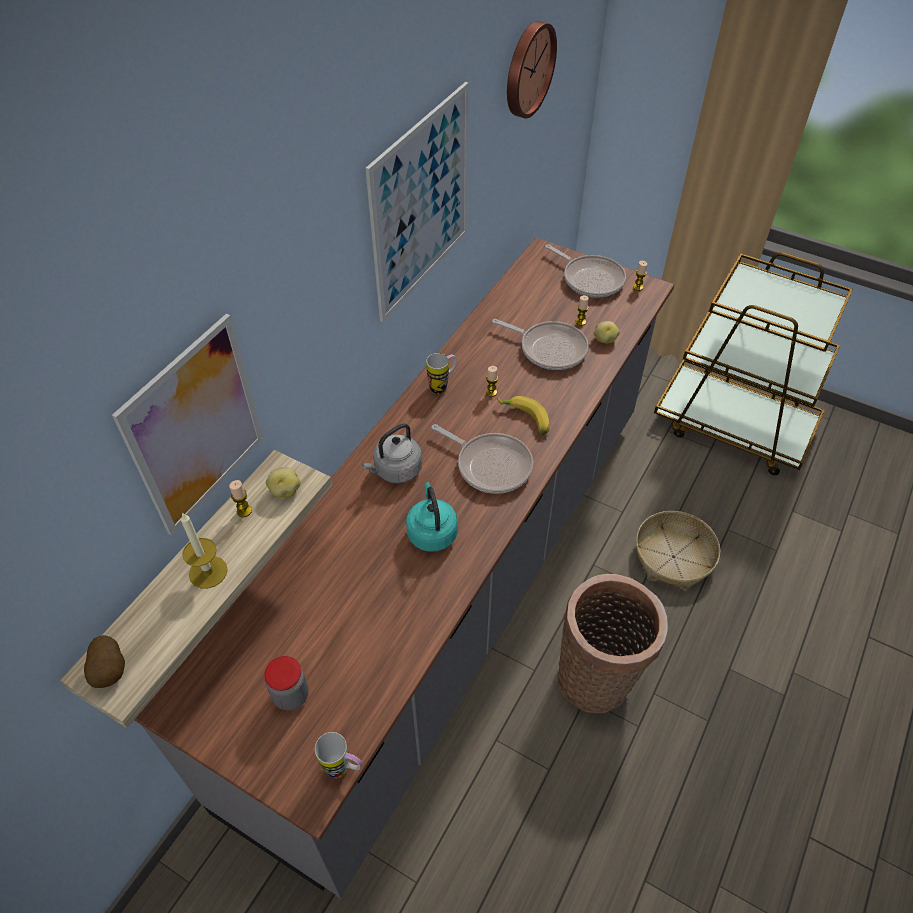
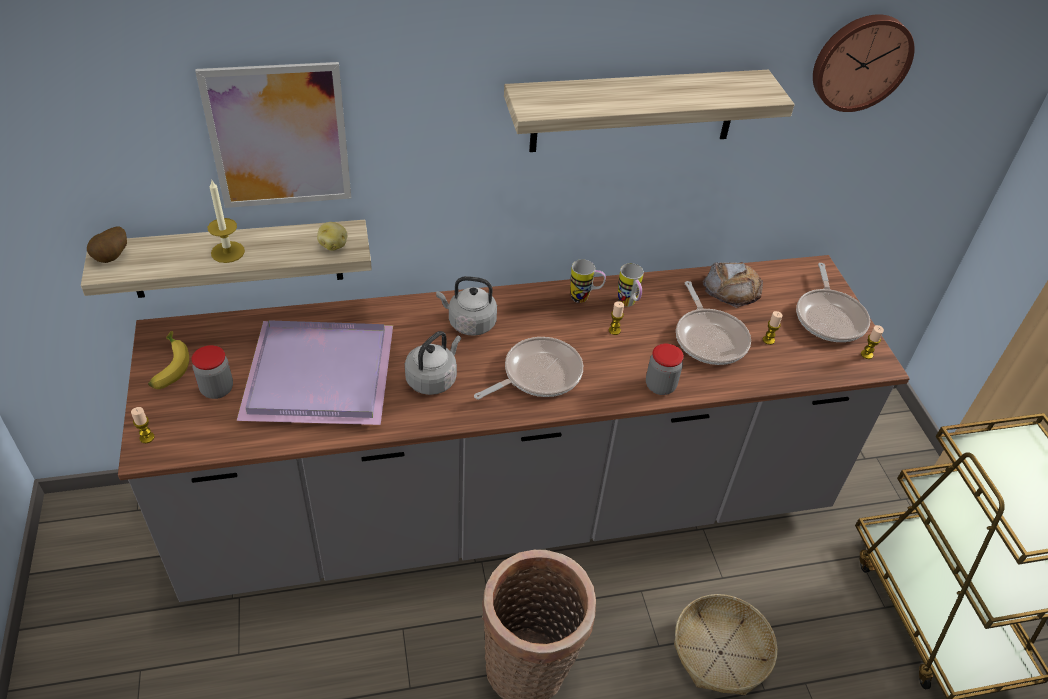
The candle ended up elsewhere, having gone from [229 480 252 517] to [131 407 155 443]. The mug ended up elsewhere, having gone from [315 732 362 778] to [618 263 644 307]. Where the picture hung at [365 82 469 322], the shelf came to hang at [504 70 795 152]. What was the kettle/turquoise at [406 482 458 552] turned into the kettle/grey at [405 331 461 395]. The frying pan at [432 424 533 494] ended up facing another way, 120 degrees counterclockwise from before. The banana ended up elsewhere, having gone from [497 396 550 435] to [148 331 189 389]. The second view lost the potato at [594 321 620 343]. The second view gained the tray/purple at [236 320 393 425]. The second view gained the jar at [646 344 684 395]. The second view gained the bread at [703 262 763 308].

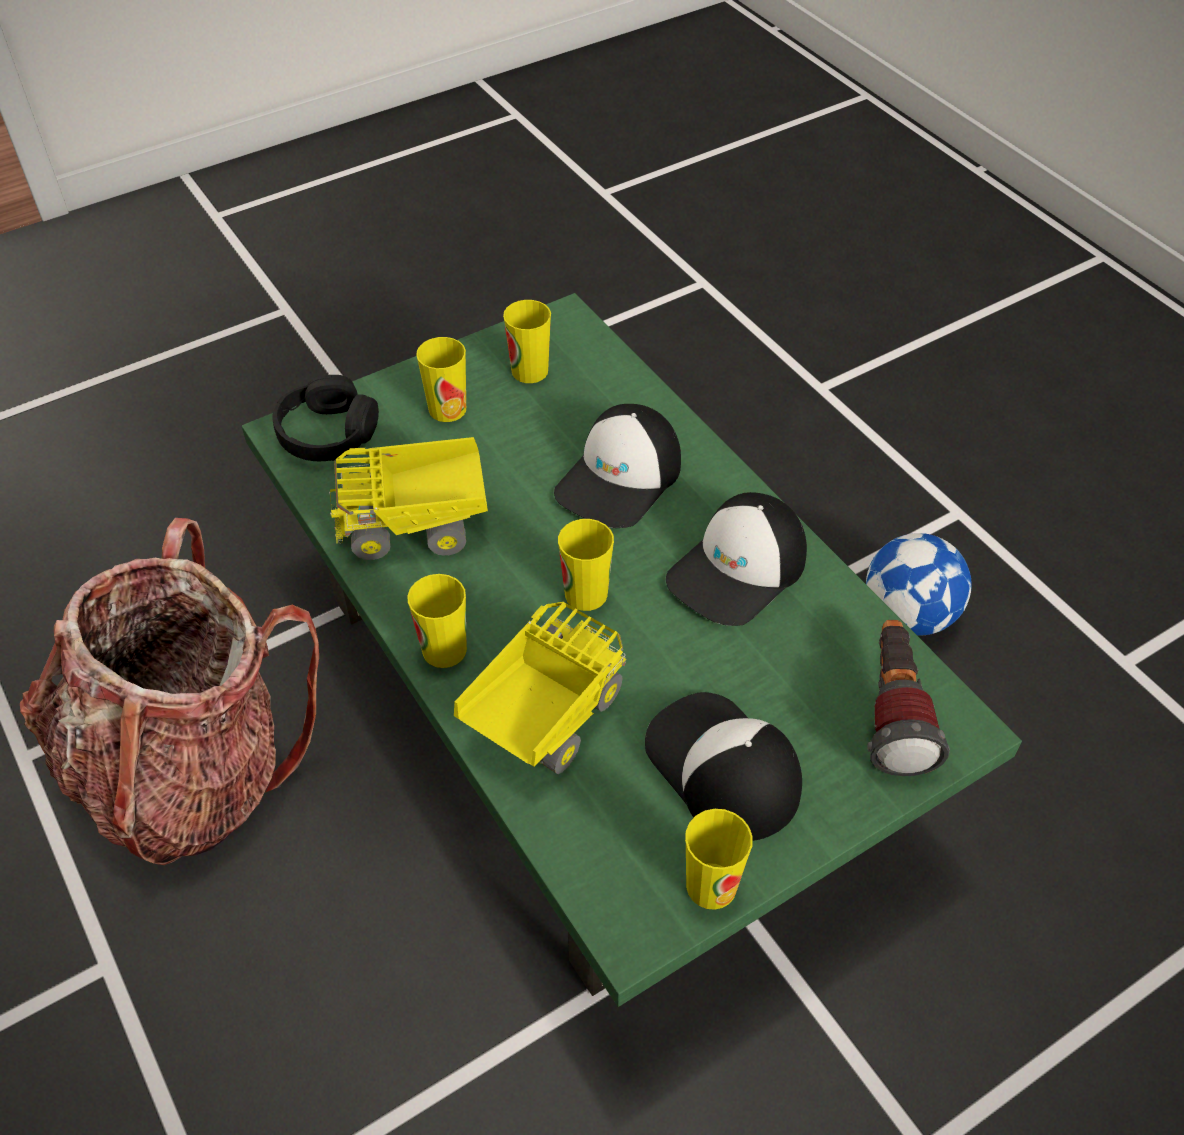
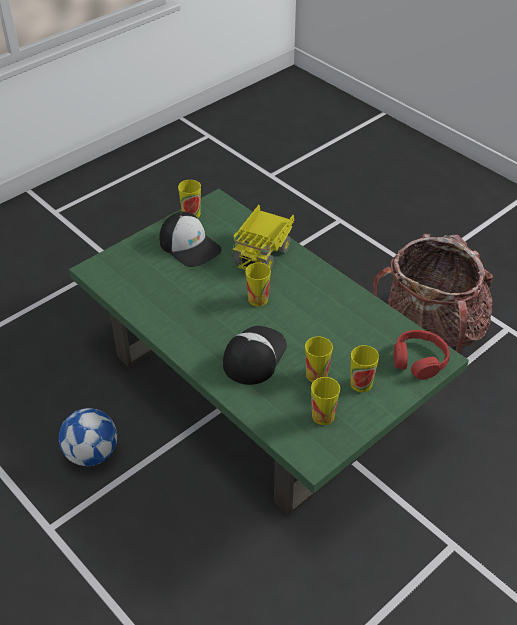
What was the headphones/black at [273 375 379 461] turned into the headphones/red at [394 330 450 380]. The second view lost the toy truck at [329 437 488 560]. The cup ended up elsewhere, having gone from [407 574 467 668] to [305 337 333 382]. The second view lost the cap at [666 492 807 626]. The second view lost the flashlight at [867 620 950 776].

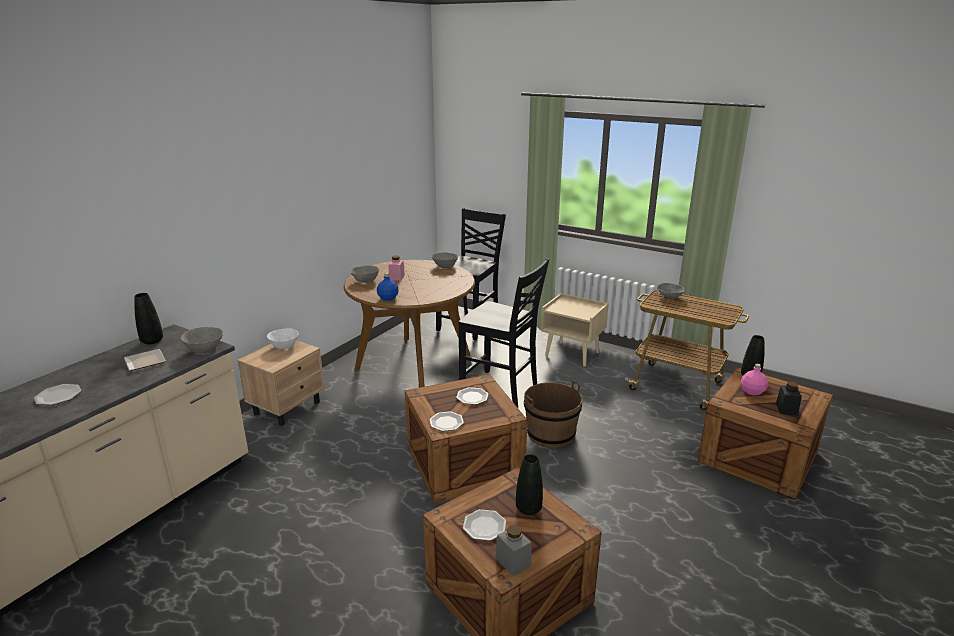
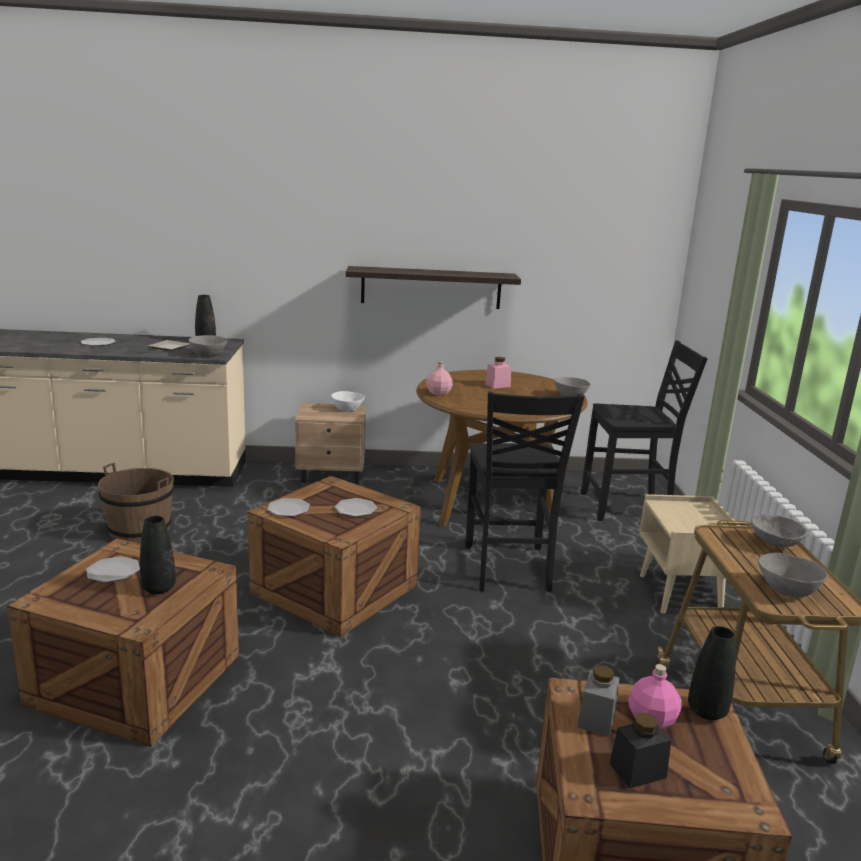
The bowl/grey ended up elsewhere, having gone from [351 266 379 283] to [758 553 828 598]. What was the bottle/blue at [377 273 399 301] turned into the bottle/pink at [426 361 453 396]. The jar/grey ended up elsewhere, having gone from [495 525 532 576] to [577 665 619 737]. The bucket/brown ended up elsewhere, having gone from [524 380 583 448] to [98 463 174 543]. The second view gained the shelf at [346 266 521 309].

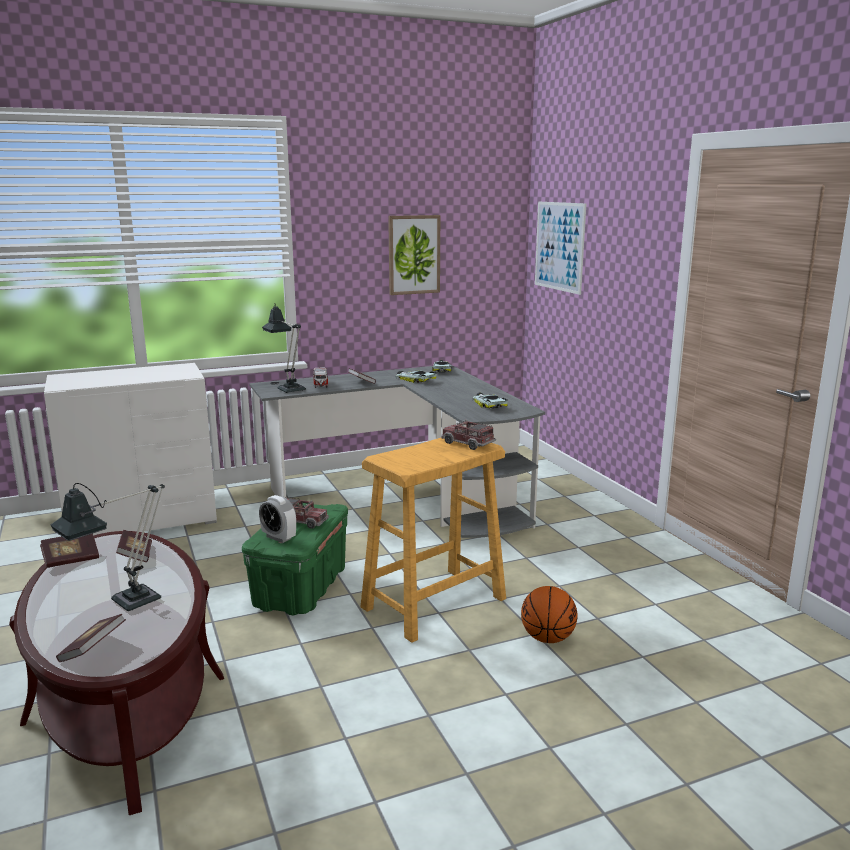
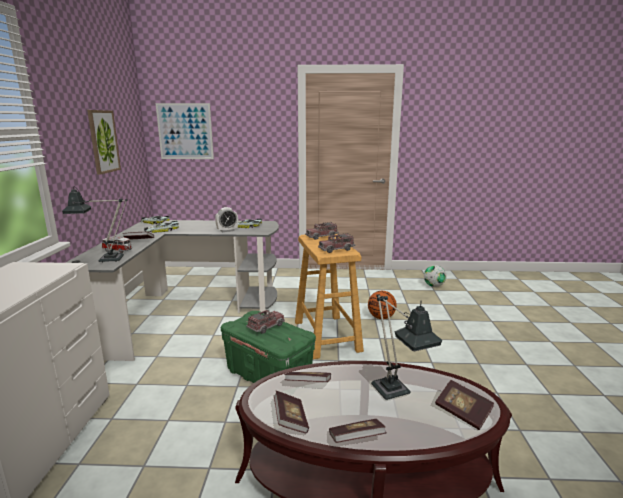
The alarm clock ended up elsewhere, having gone from [259 495 296 543] to [215 207 238 232]. The second view gained the toy truck at [318 233 355 253]. The second view gained the book at [329 419 387 443]. The second view gained the football at [424 265 447 287].

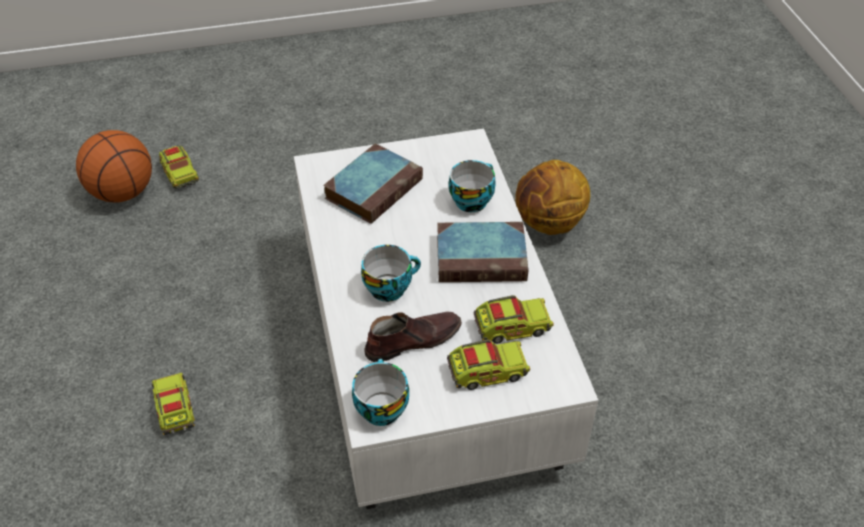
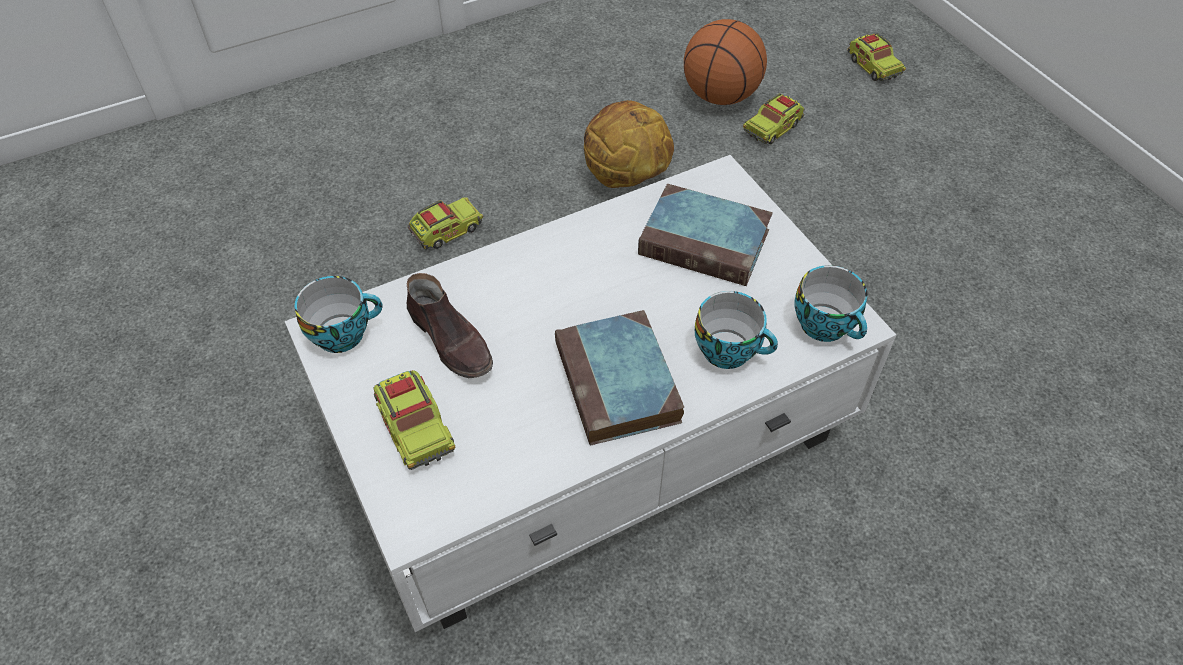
The cup ended up elsewhere, having gone from [361 245 421 302] to [794 265 867 342]. The toy truck ended up elsewhere, having gone from [474 295 554 344] to [847 33 906 81]. The basketball ended up elsewhere, having gone from [515 160 590 235] to [584 100 674 188].

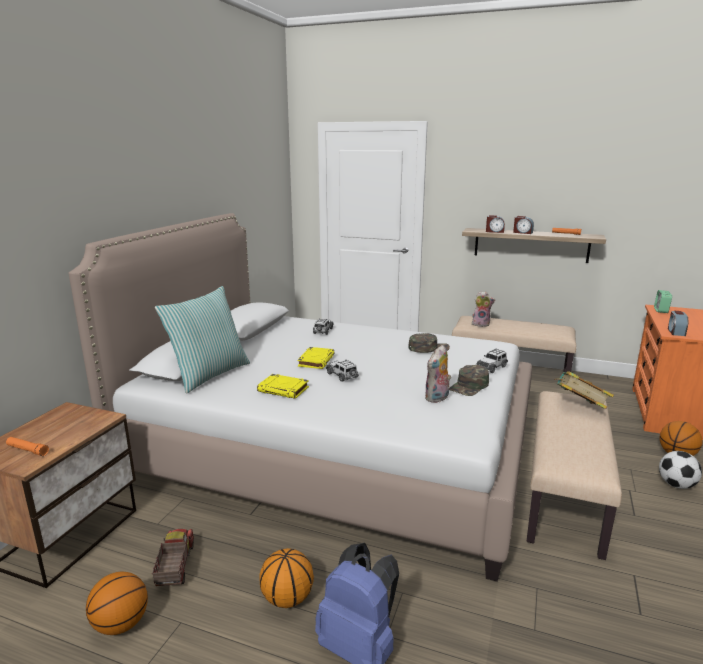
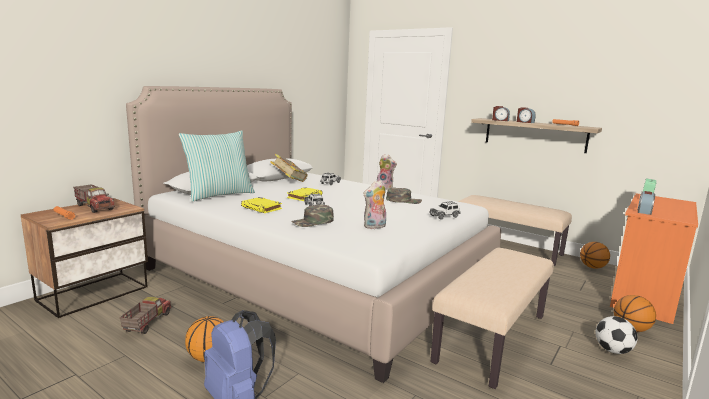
The basketball ended up elsewhere, having gone from [86 572 148 635] to [580 242 610 269]. The cap/green ended up elsewhere, having gone from [449 365 489 396] to [291 204 334 227]. The plush toy ended up elsewhere, having gone from [472 291 495 327] to [377 154 397 190]. The book ended up elsewhere, having gone from [554 371 614 409] to [270 154 308 182]. The second view gained the toy truck at [73 184 115 213].

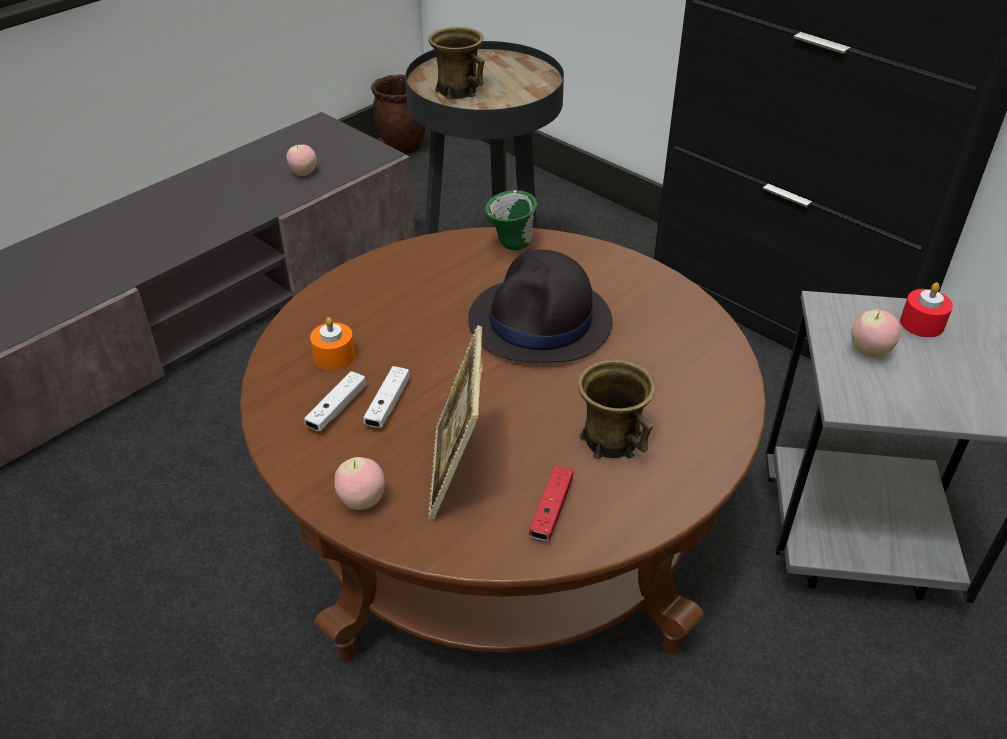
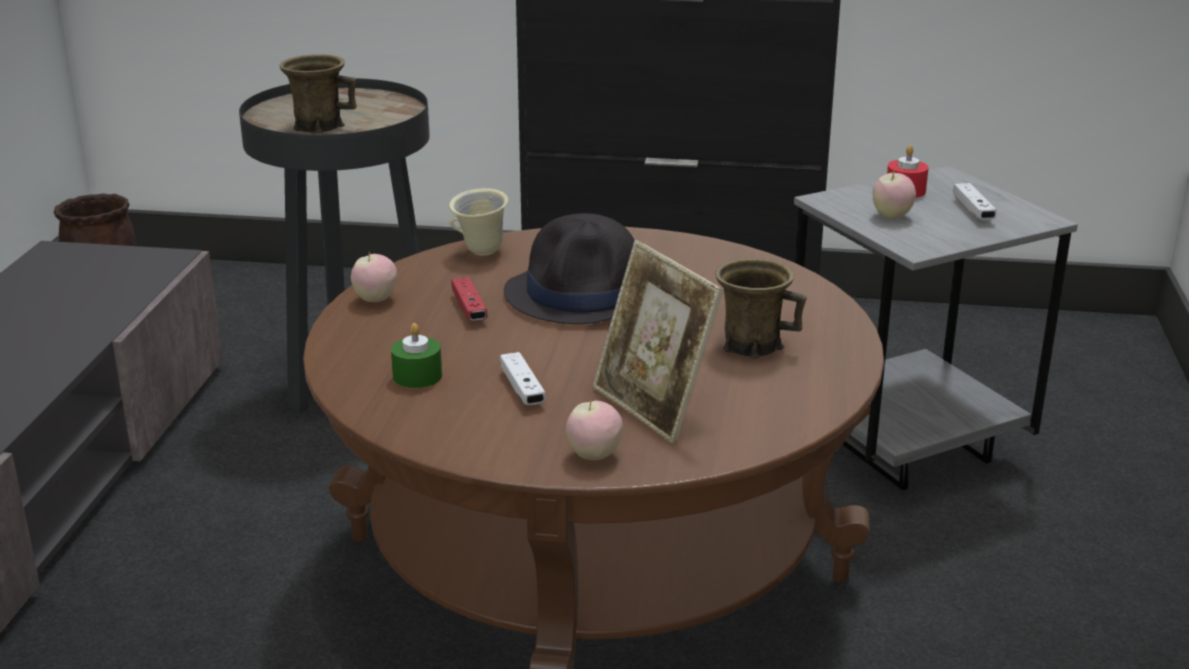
The apple ended up elsewhere, having gone from [286 143 317 176] to [351 251 397 302]. The game controller/white ended up elsewhere, having gone from [304 371 366 431] to [953 183 997 220]. What was the candle/orange at [310 317 355 370] turned into the candle/green at [391 323 442 388]. What was the mug/green at [485 190 537 250] turned into the mug/beige at [449 188 508 256]. The game controller/red ended up elsewhere, having gone from [529 466 573 541] to [451 277 488 321].

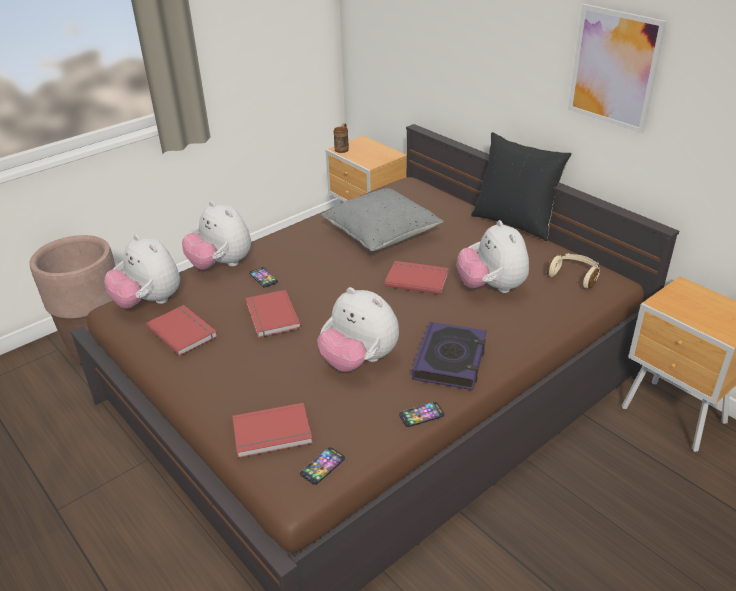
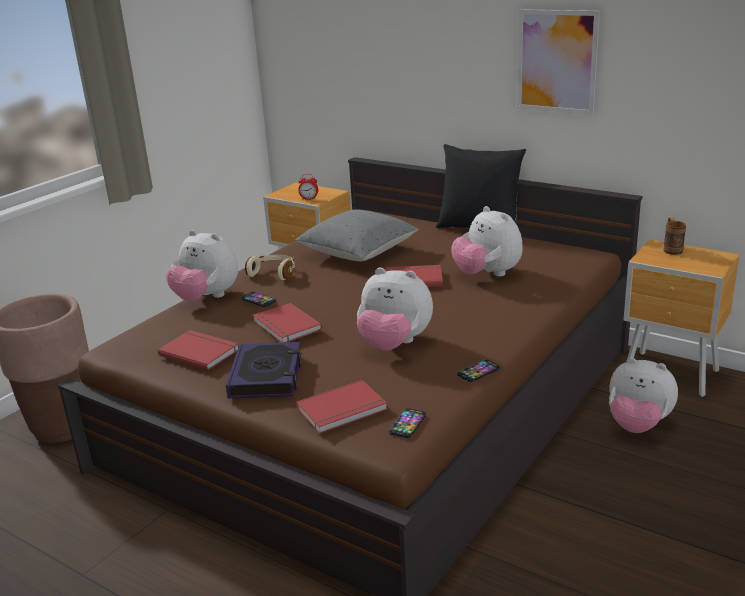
The plush toy ended up elsewhere, having gone from [104 234 180 308] to [609 358 678 433]. The mug/brown ended up elsewhere, having gone from [334 124 349 153] to [664 217 686 255]. The book ended up elsewhere, having gone from [412 322 487 390] to [226 342 301 399]. The headphones/beige ended up elsewhere, having gone from [547 253 600 288] to [245 255 295 280]. The second view gained the alarm clock at [298 174 318 200].

